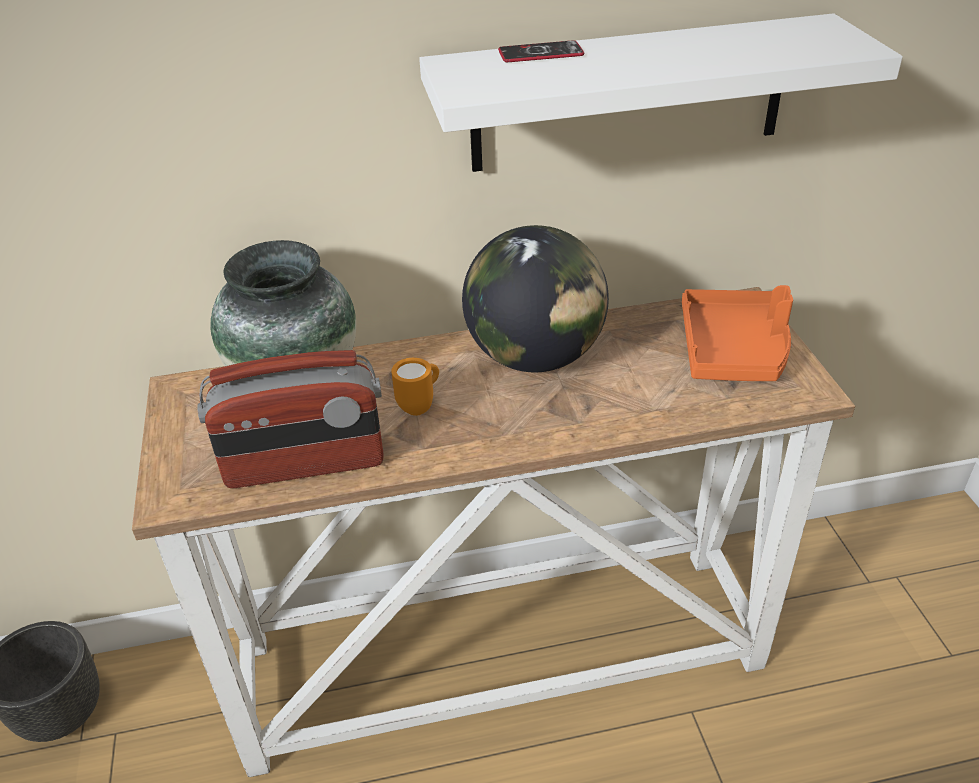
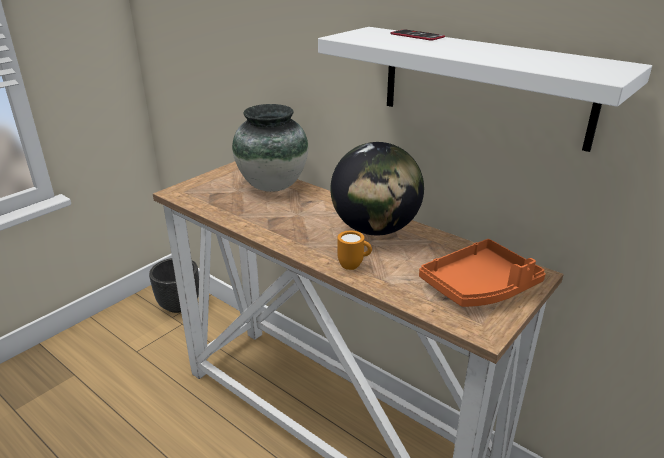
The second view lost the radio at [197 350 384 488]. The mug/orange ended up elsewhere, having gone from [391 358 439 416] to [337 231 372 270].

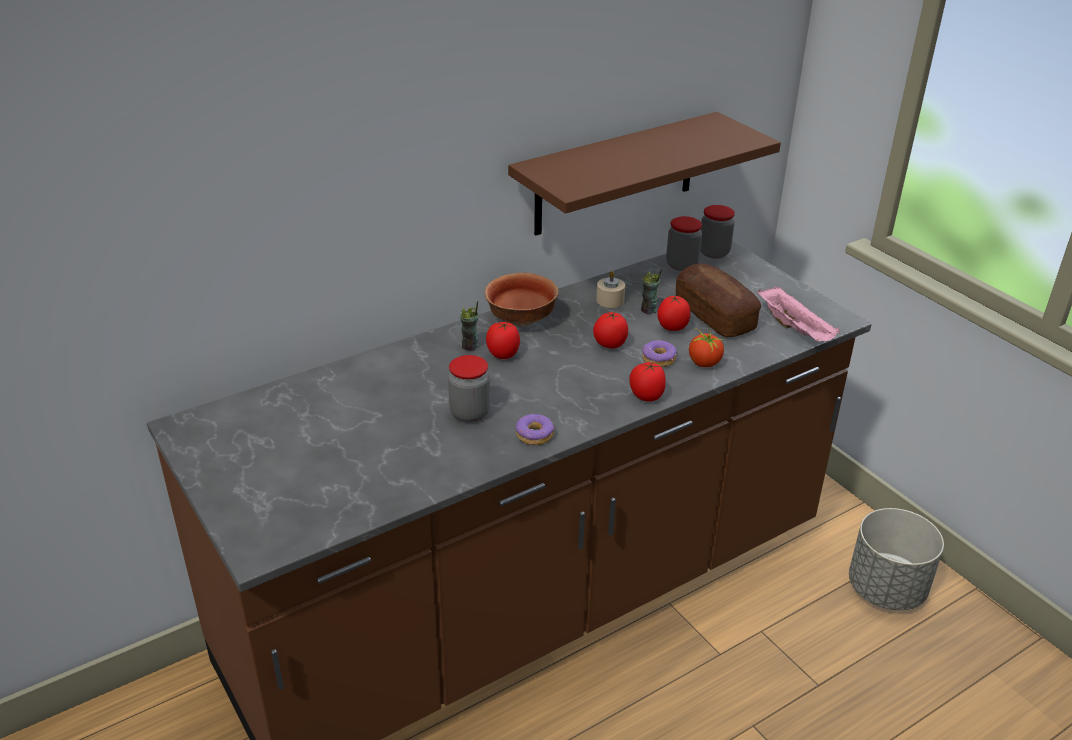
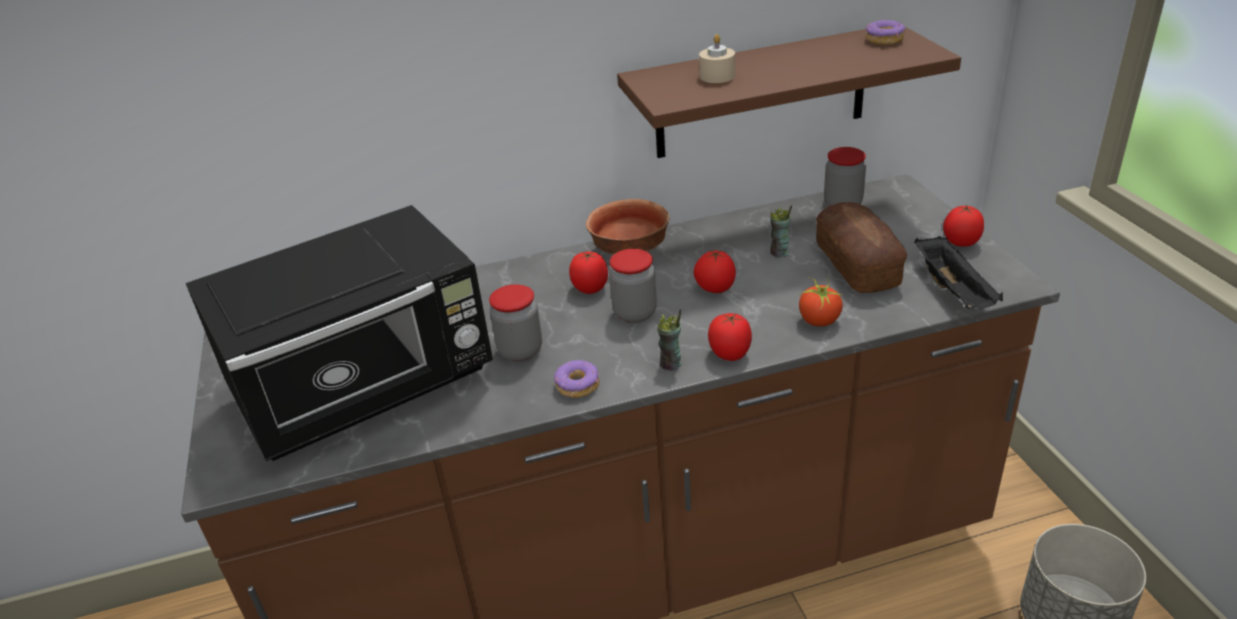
The cup ended up elsewhere, having gone from [460 301 479 351] to [657 309 682 371]. The candle/beige ended up elsewhere, having gone from [596 271 625 308] to [699 34 735 83]. The donut ended up elsewhere, having gone from [642 340 677 367] to [866 20 905 45]. The tomato ended up elsewhere, having gone from [657 295 690 331] to [943 204 984 246]. The jar ended up elsewhere, having gone from [700 205 735 259] to [609 249 657 323]. What was the tray/pink at [758 286 840 342] turned into the tray/black at [914 236 1003 309]. The second view gained the microwave/black at [186 205 493 461].

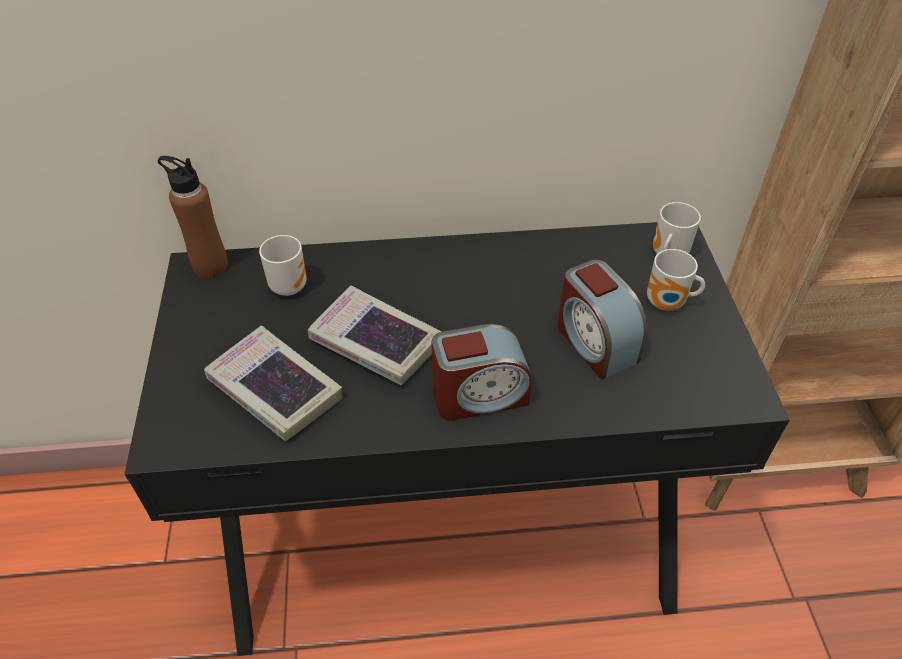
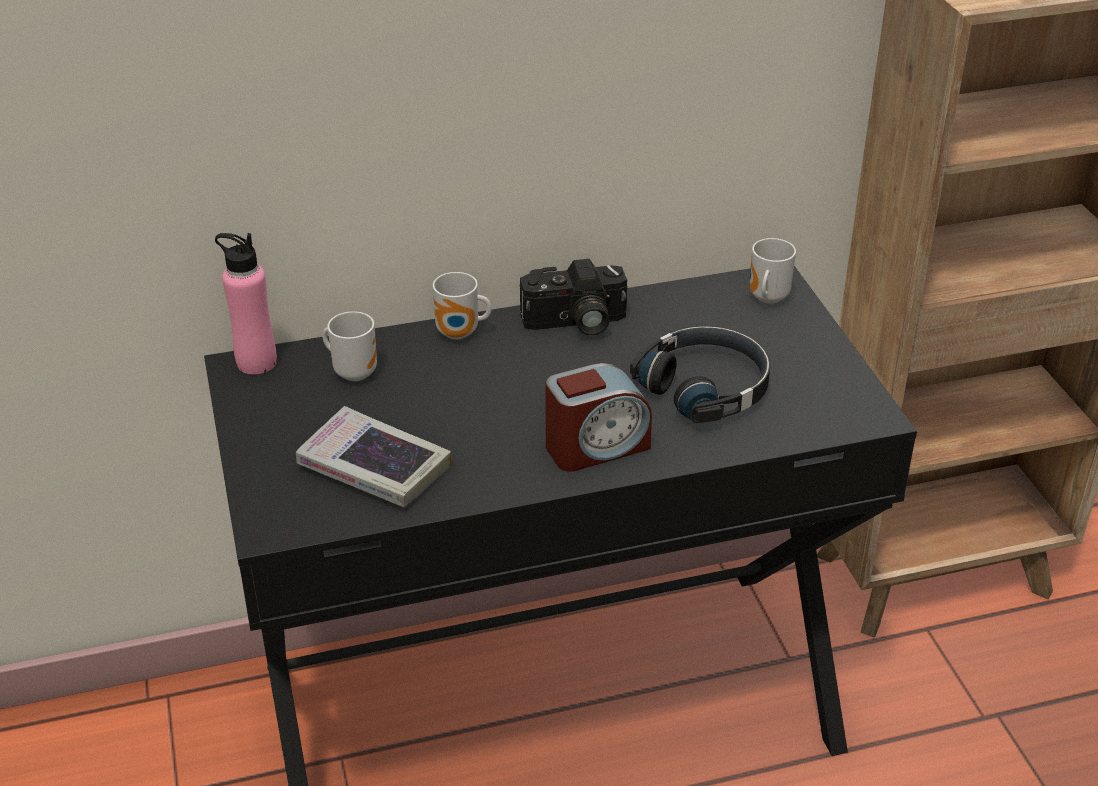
What was the bottle/brown at [158 156 228 278] turned into the bottle/pink at [215 233 277 374]. The second view lost the book at [308 286 441 386]. Where the alarm clock stood at [557 260 648 380], the headphones/black came to stand at [630 326 771 423]. The mug ended up elsewhere, having gone from [647 249 705 310] to [433 272 492 340]. The second view gained the photo camera at [520 259 627 336].

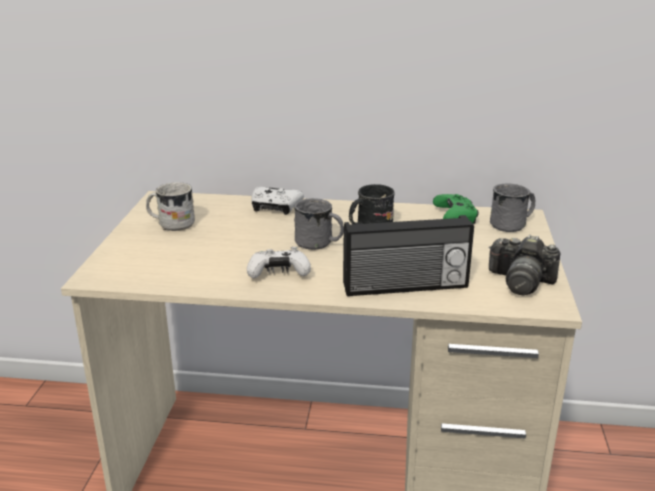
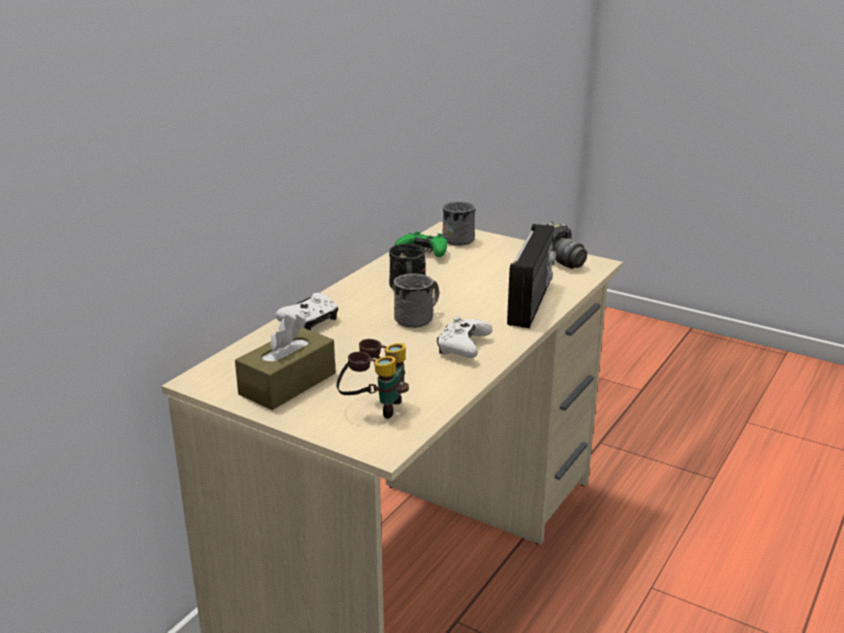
Where the mug/white stood at [146 182 195 231], the tissue box/brown came to stand at [235 315 336 410]. The second view gained the binoculars at [336 339 409 419].

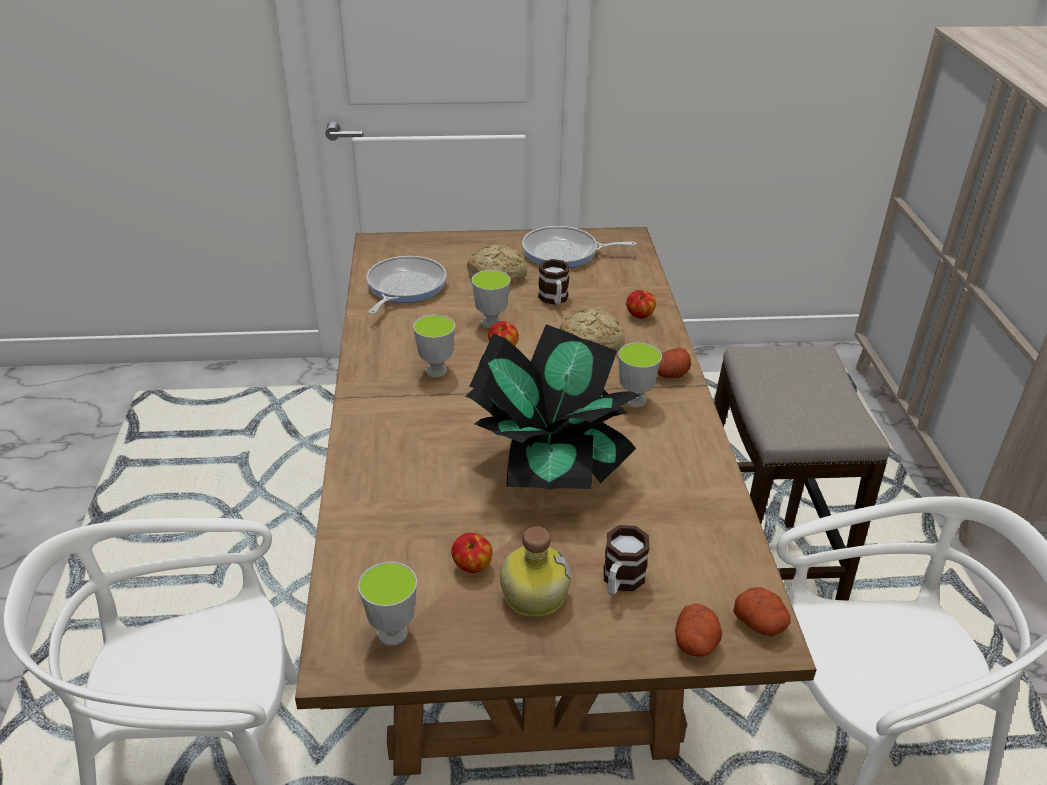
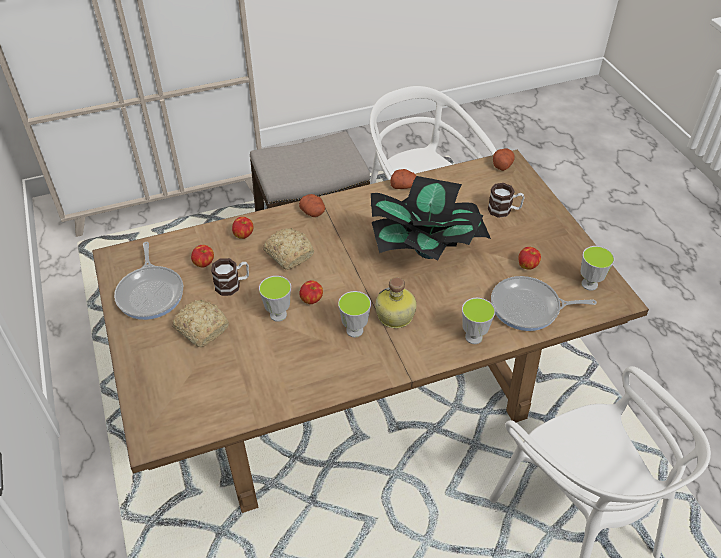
The frying pan ended up elsewhere, having gone from [366 256 447 314] to [491 276 597 331]. The bottle ended up elsewhere, having gone from [500 527 571 617] to [375 277 417 328]. The cup ended up elsewhere, having gone from [618 343 662 408] to [462 298 495 344]. The potato ended up elsewhere, having gone from [675 603 722 657] to [391 169 416 189]. The second view gained the apple at [191 245 214 268].

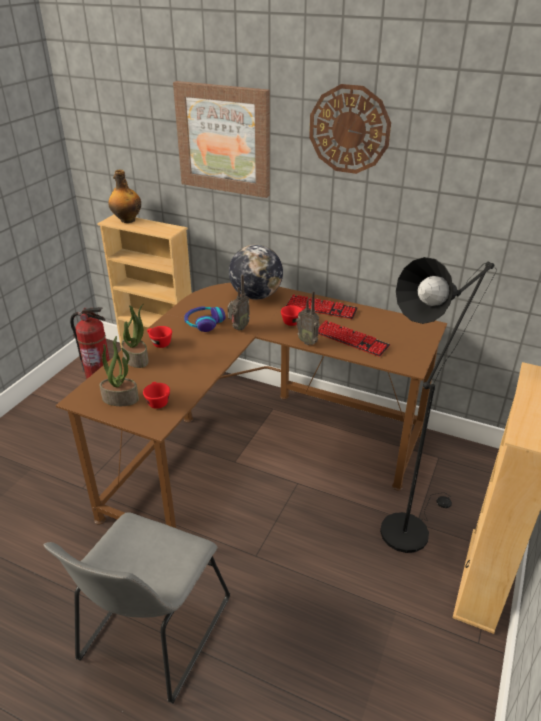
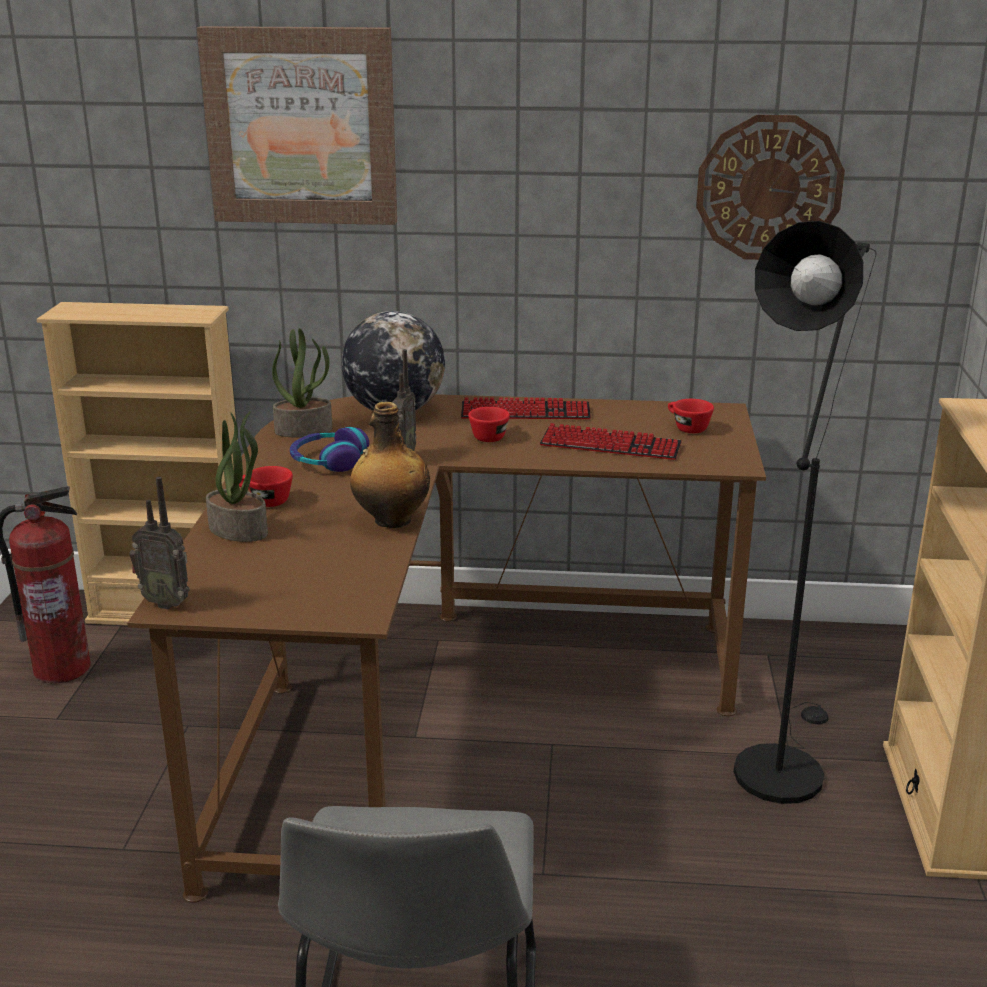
The potted plant ended up elsewhere, having gone from [99 336 139 406] to [272 328 332 438]. The bottle ended up elsewhere, having gone from [108 170 141 223] to [350 402 430 528]. The cup/red ended up elsewhere, having gone from [143 382 170 409] to [668 399 714 433]. The radio ended up elsewhere, having gone from [296 291 319 345] to [129 477 190 609]. The wall clock ended up elsewhere, having gone from [309 84 391 174] to [696 115 845 260].

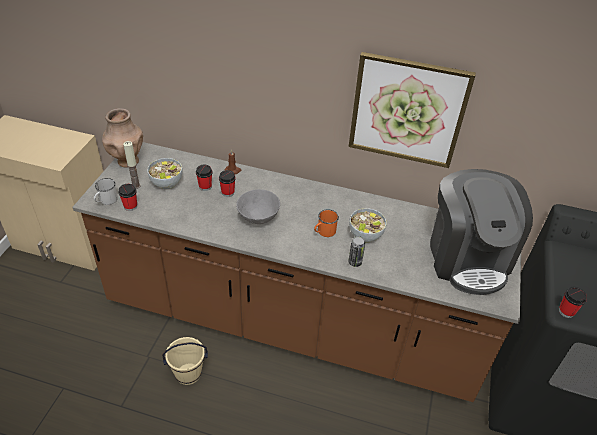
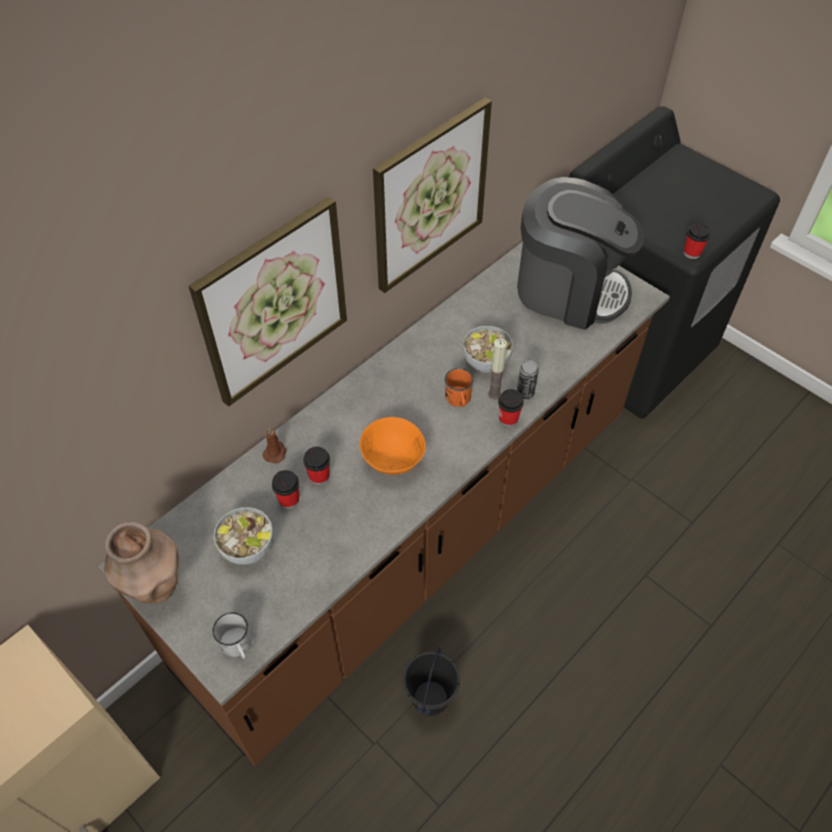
The cup ended up elsewhere, having gone from [118 184 137 211] to [498 389 524 427]. The candle ended up elsewhere, having gone from [123 141 141 189] to [488 338 507 400]. What was the bucket/beige at [162 337 208 385] turned into the bucket/black at [403 647 460 716]. What was the bowl/grey at [236 189 280 224] turned into the bowl/orange at [360 417 426 475]. The second view gained the picture at [189 197 347 407].

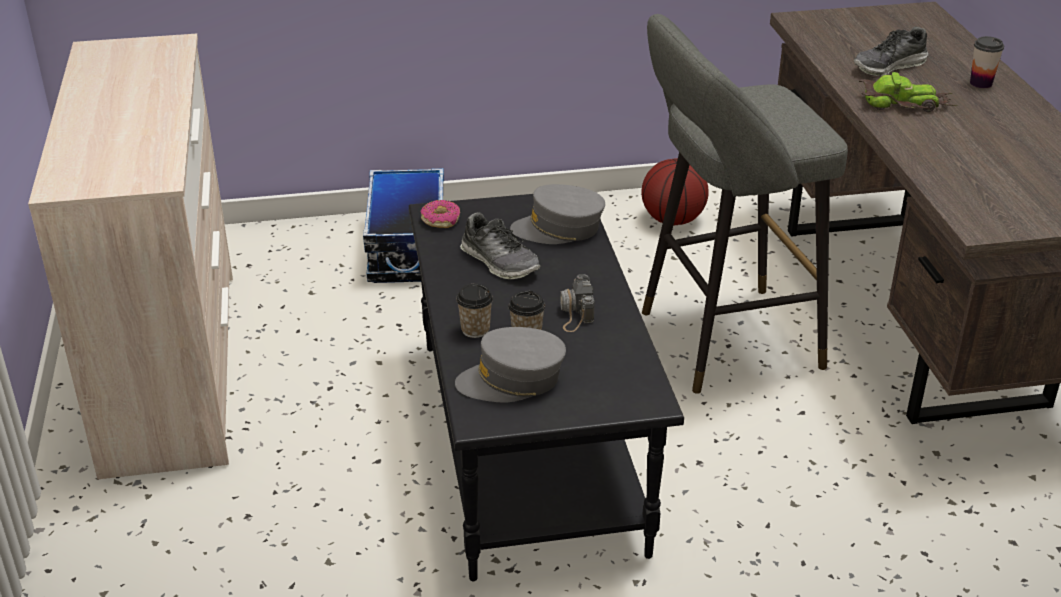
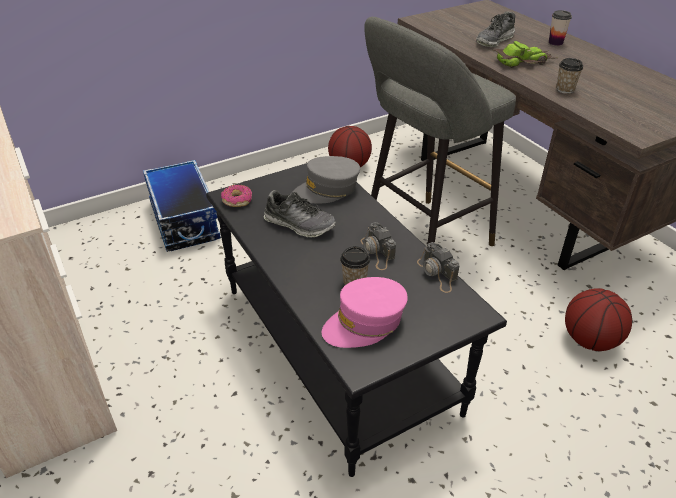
What was the cap/grey at [455 327 566 403] turned into the cap/pink at [322 277 408 348]. The cup ended up elsewhere, having gone from [456 284 493 338] to [556 58 583 94]. The second view gained the photo camera at [417 242 460 293]. The second view gained the basketball at [565 288 632 351].

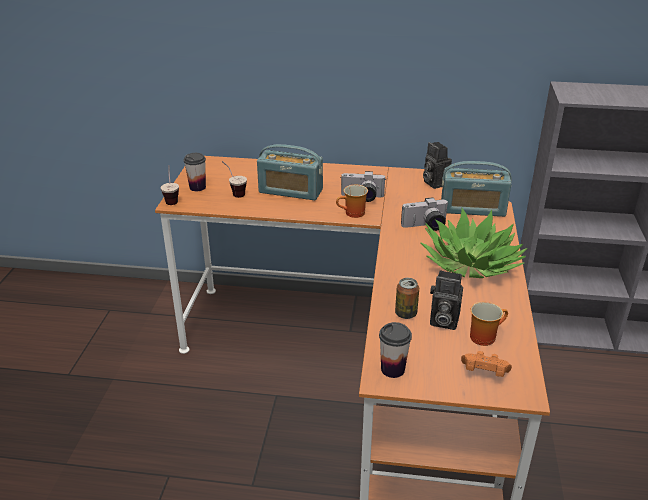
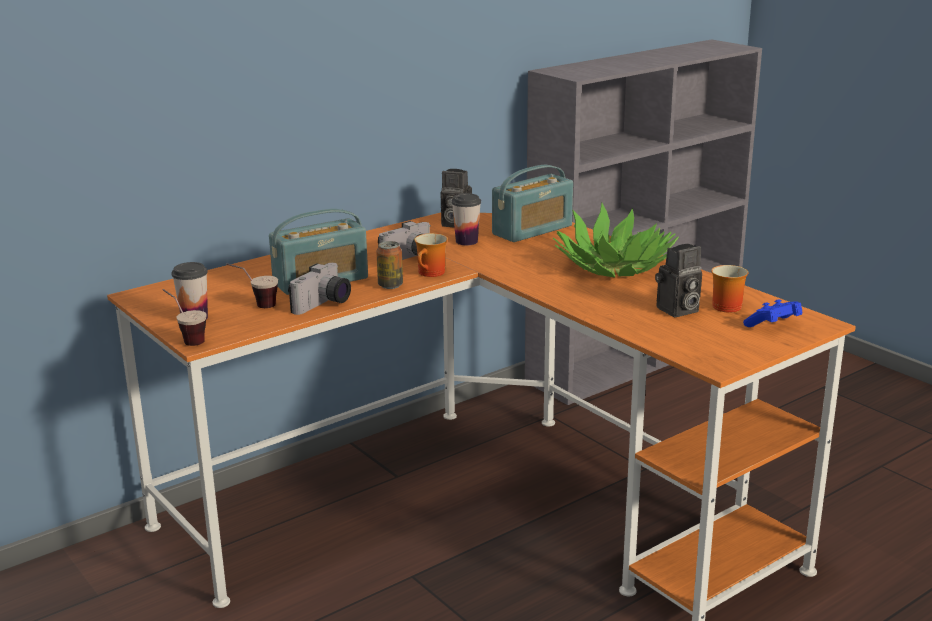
The cup ended up elsewhere, having gone from [379 322 412 378] to [452 193 481 245]. The can ended up elsewhere, having gone from [395 278 419 319] to [376 241 403 289]. The photo camera ended up elsewhere, having gone from [401 197 449 231] to [288 263 351 315]. What was the game controller/orange at [461 351 512 377] turned into the game controller/blue at [743 299 802 327].

